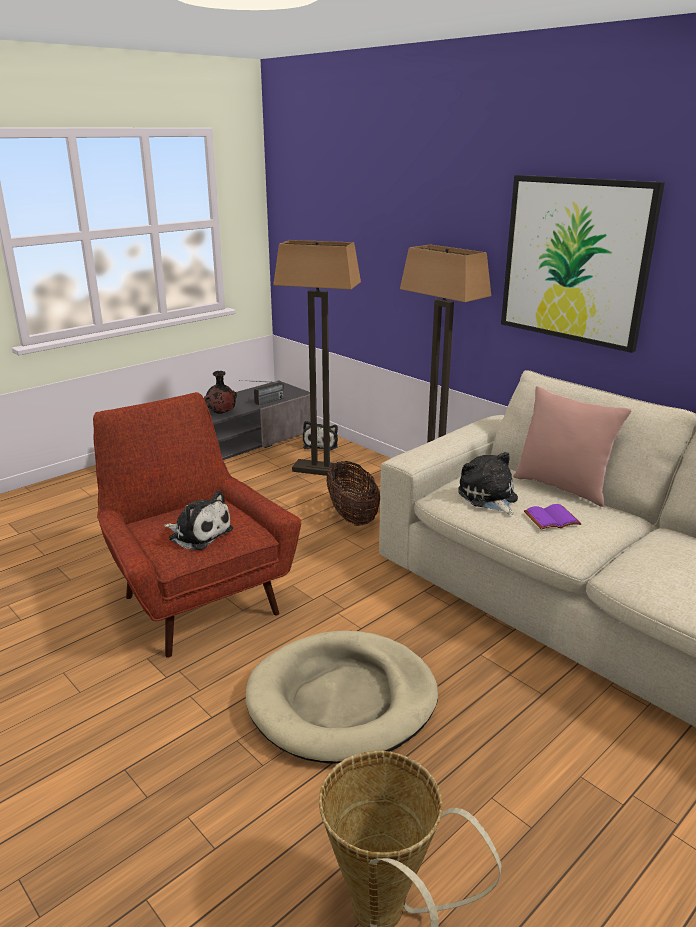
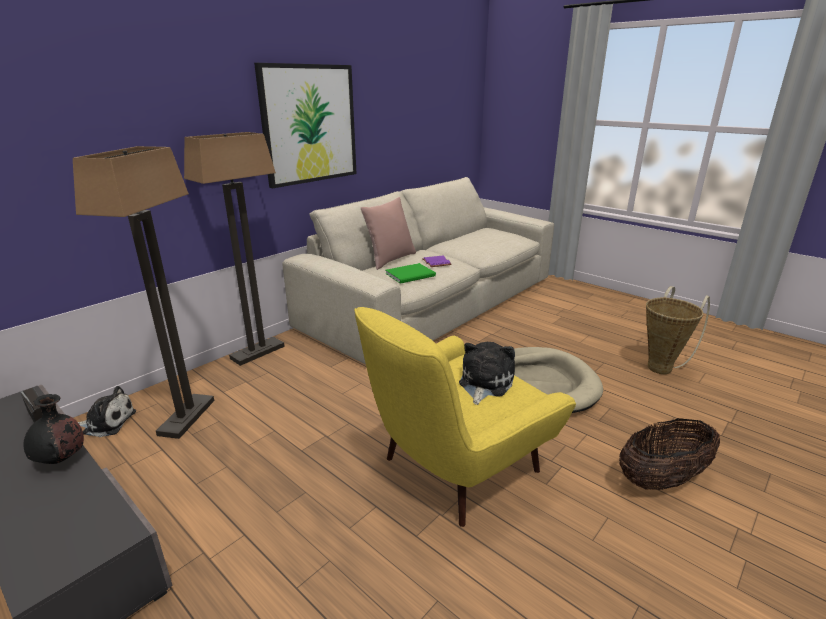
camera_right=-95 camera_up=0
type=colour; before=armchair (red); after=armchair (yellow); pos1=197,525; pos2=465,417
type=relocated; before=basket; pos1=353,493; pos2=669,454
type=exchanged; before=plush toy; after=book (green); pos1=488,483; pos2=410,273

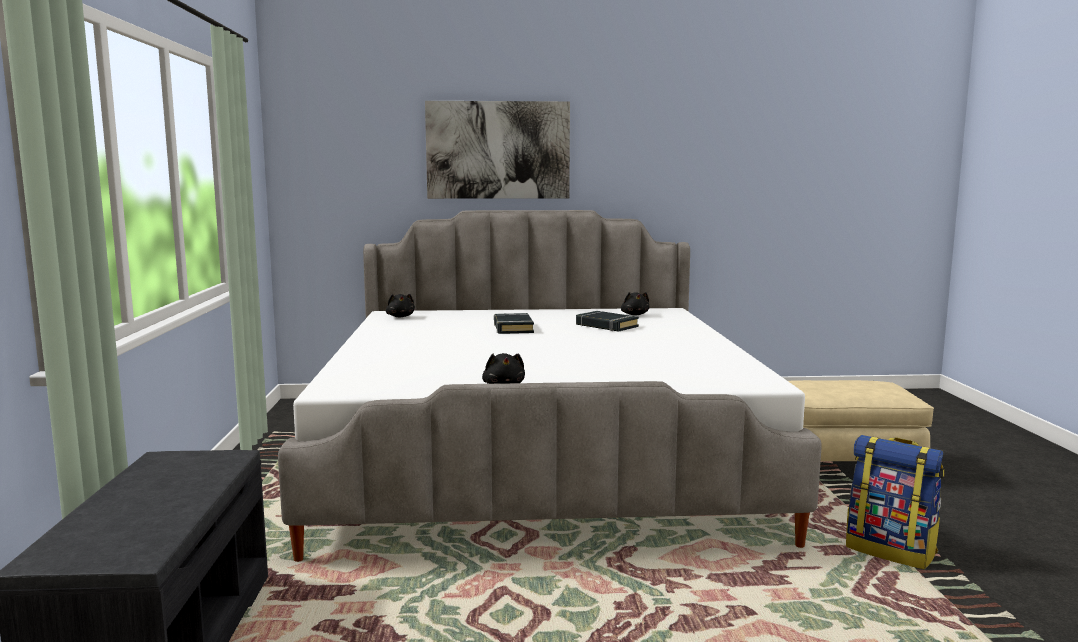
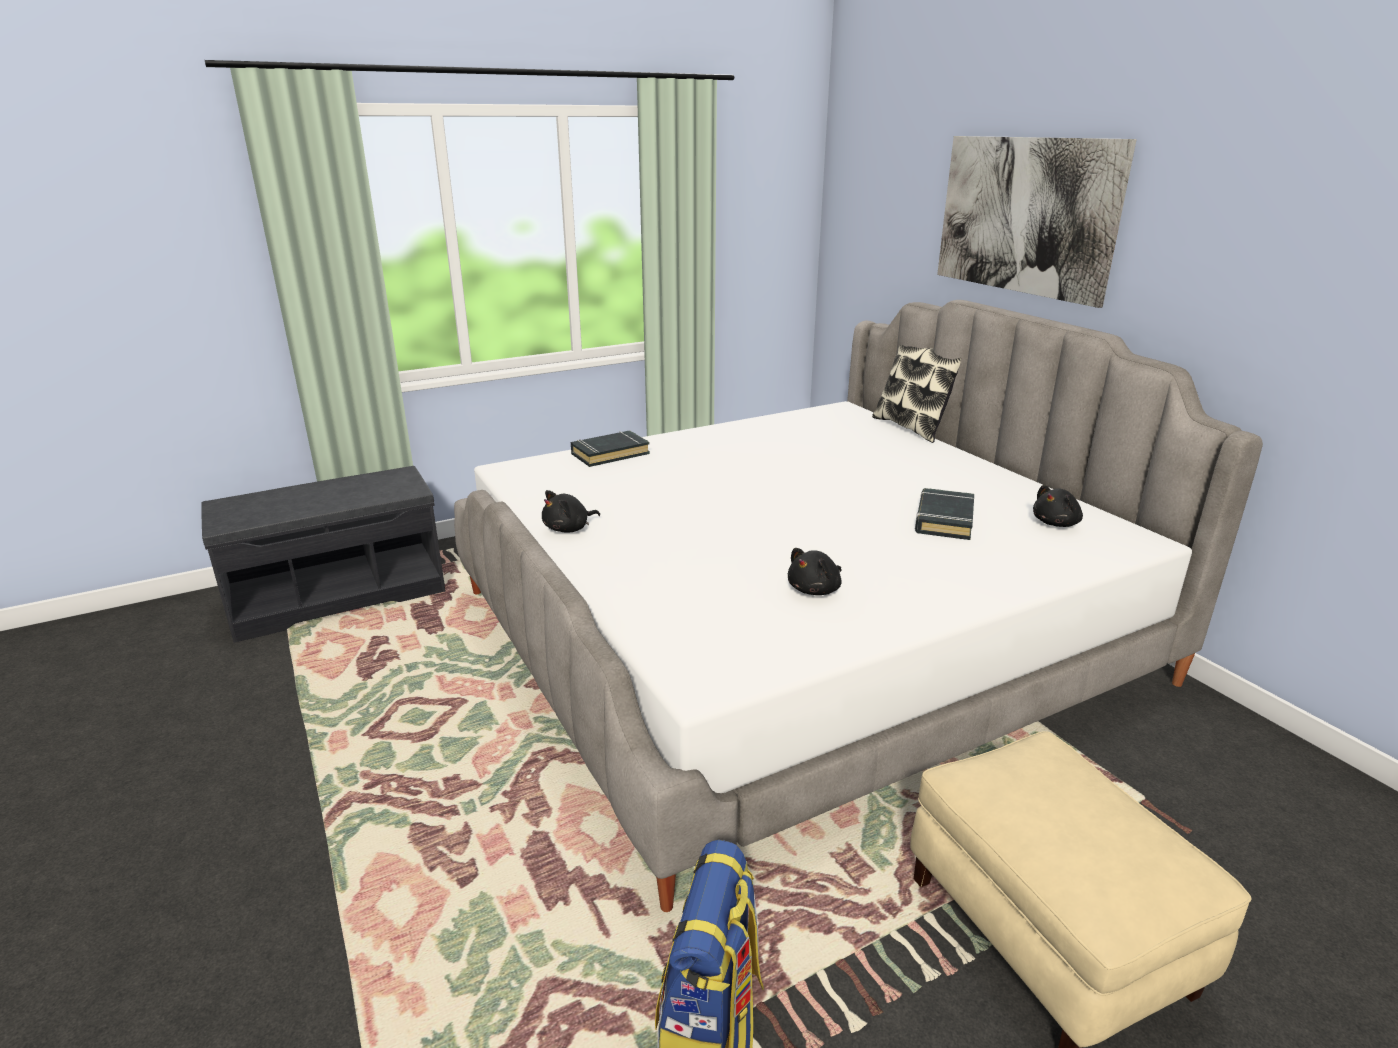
camera_right=65 camera_up=15
type=relocated; before=plush toy (black); pos1=400,305; pos2=815,571
type=relocated; before=book (black); pos1=514,323; pos2=610,448
type=appeared; after=pillow; pos2=916,394

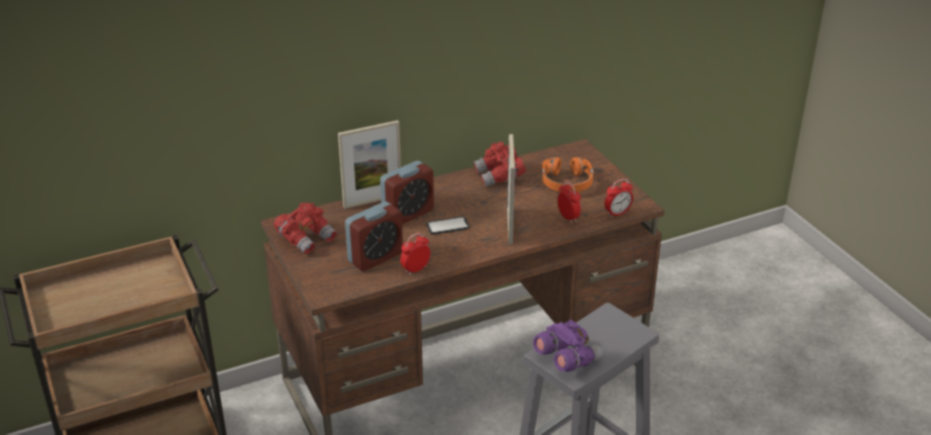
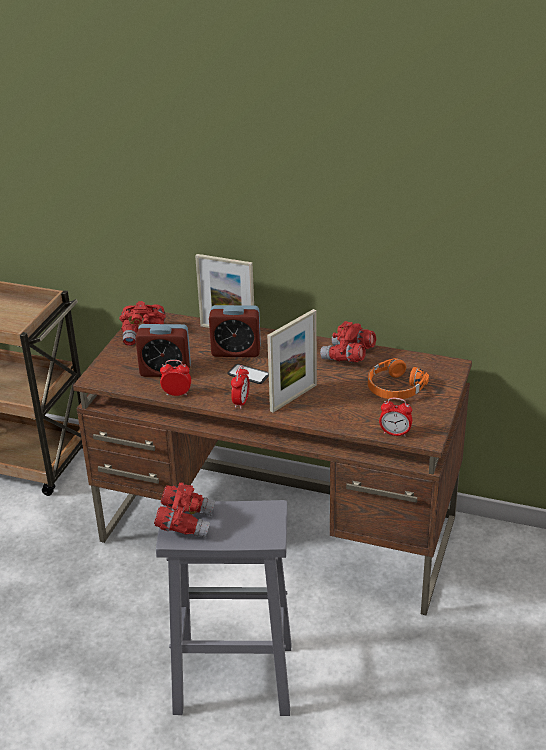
camera_right=45 camera_up=0
type=colour; before=binoculars (purple); after=binoculars (red); pos1=568,346; pos2=184,510
type=relocated; before=alarm clock; pos1=569,202; pos2=240,387

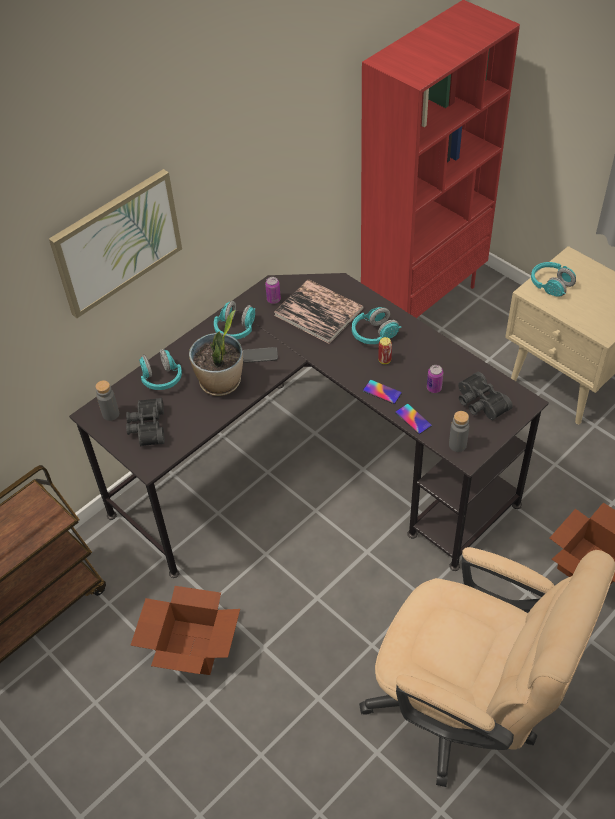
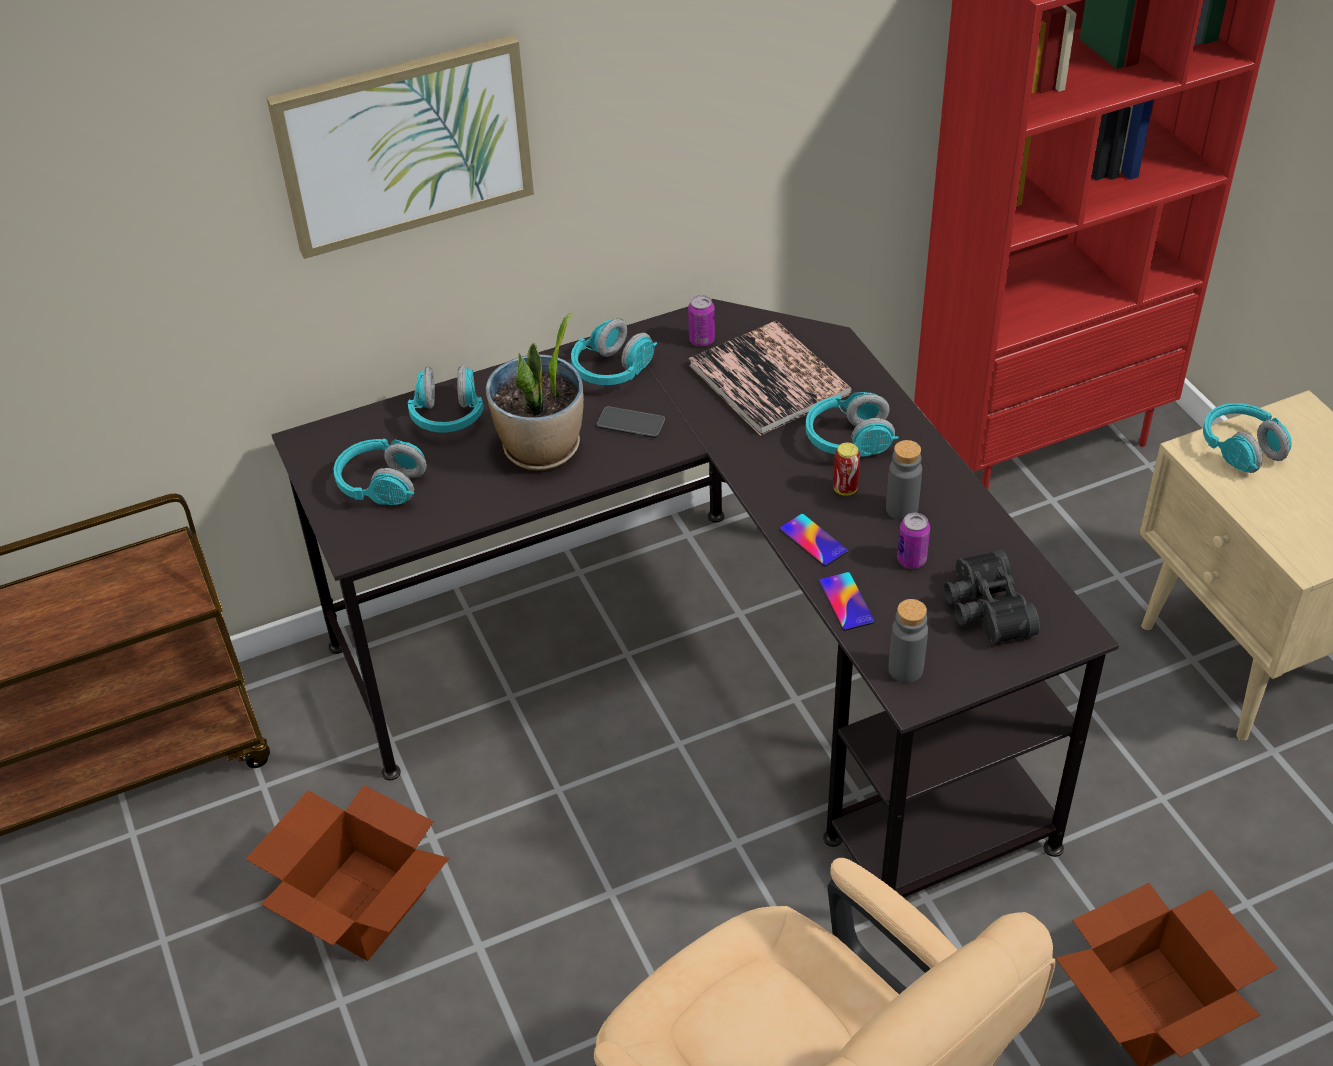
camera_right=20 camera_up=-5
type=relocated; before=bottle (grey); pos1=107,400; pos2=904,480
type=exchanged; before=binoculars (black); after=headphones (turquoise); pos1=145,422; pos2=380,471

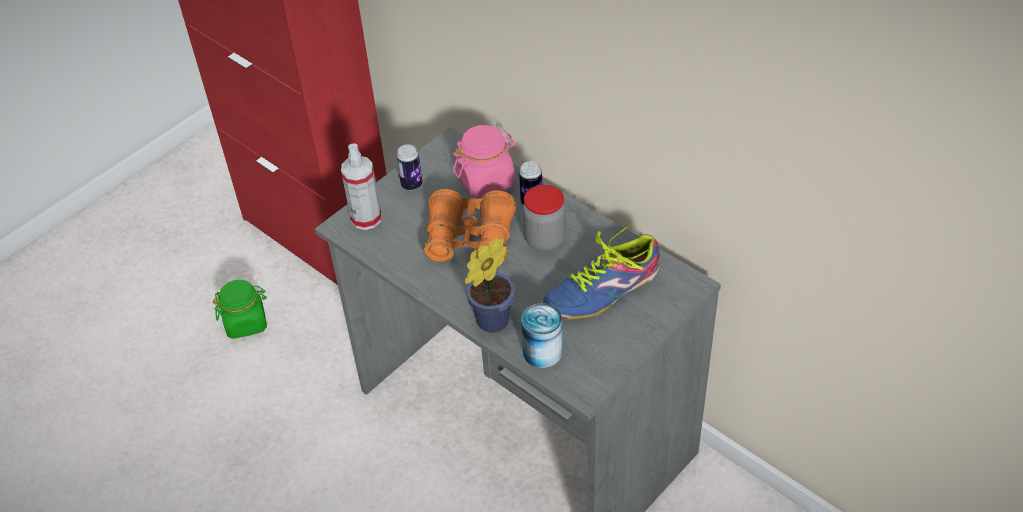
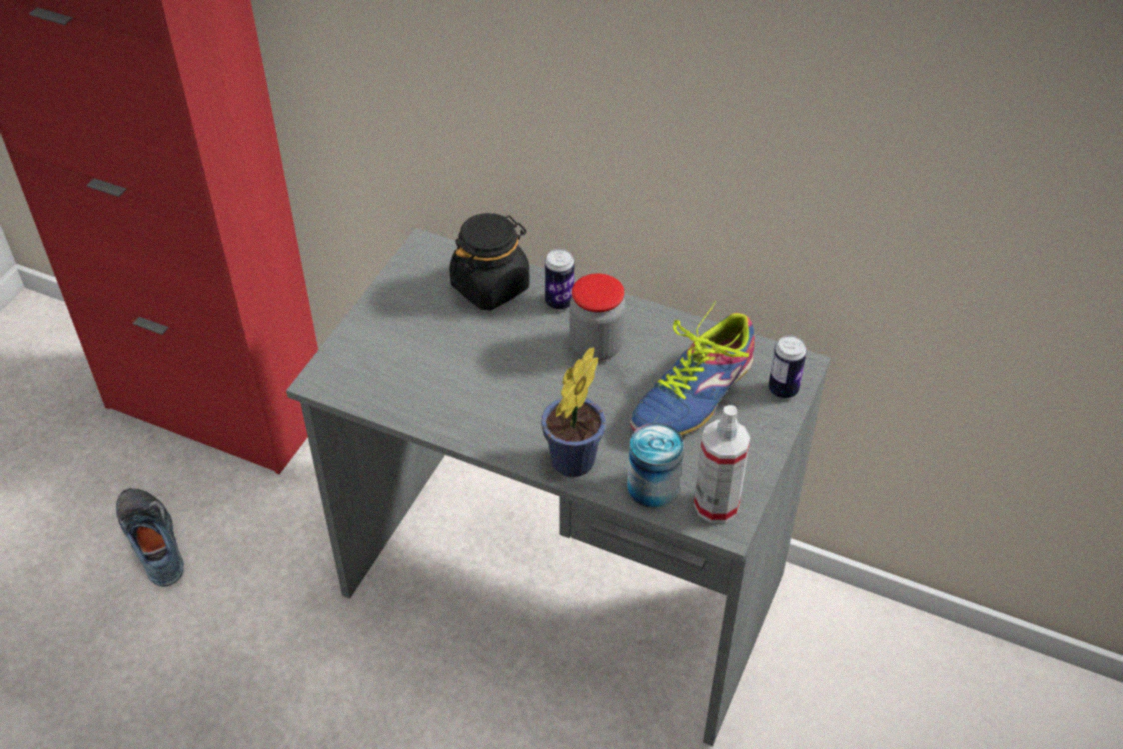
camera_right=-20 camera_up=0
type=exchanged; before=jar (green); after=shoe; pos1=240,309; pos2=150,537
type=relocated; before=spray bottle; pos1=361,186; pos2=722,464
type=relocated; before=can; pos1=409,167; pos2=788,366
type=missing; before=binoculars (orange); pos1=469,226
type=colour; before=jar (pink); after=jar (black); pos1=484,161; pos2=489,261

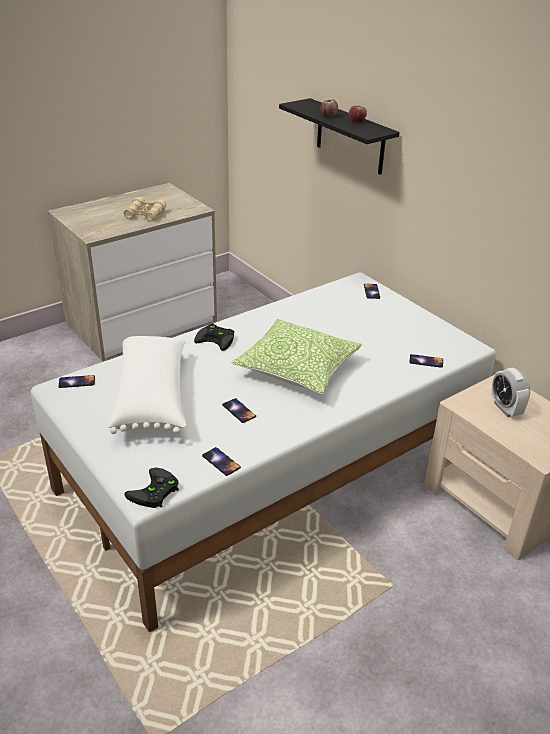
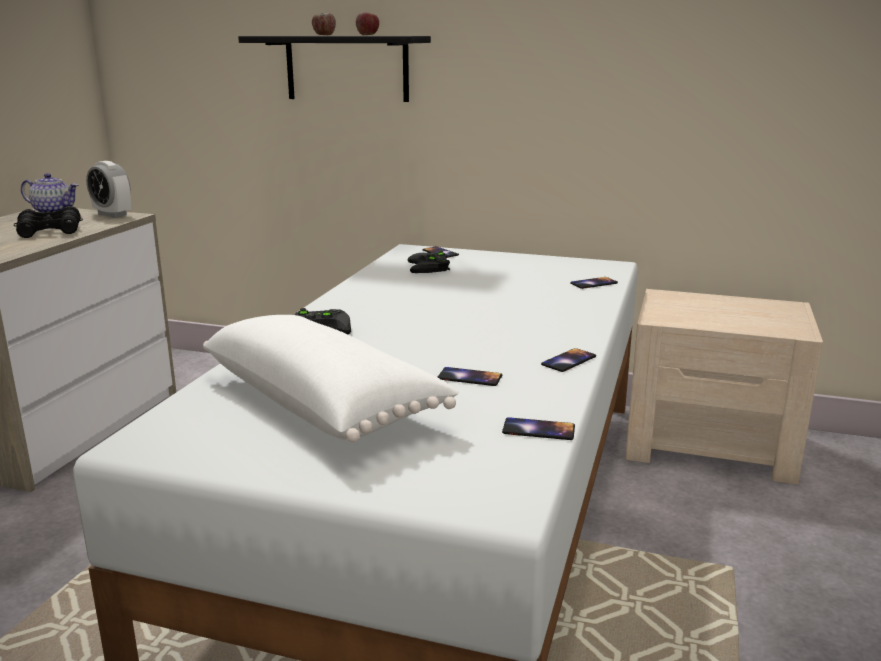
camera_right=-35 camera_up=-15
type=relocated; before=phone; pos1=76,381; pos2=568,360
type=colour; before=binoculars (beige); after=binoculars (black); pos1=145,209; pos2=48,222
type=relocated; before=game controller (black); pos1=151,488; pos2=429,262
type=missing; before=pillow; pos1=296,357
type=relocated; before=alarm clock; pos1=510,392; pos2=108,189
type=appeared; after=teapot; pos2=49,193

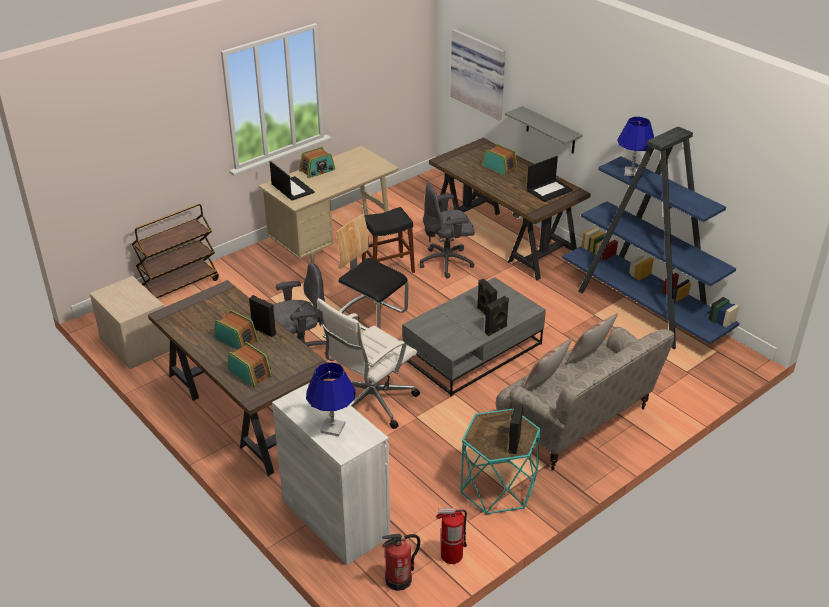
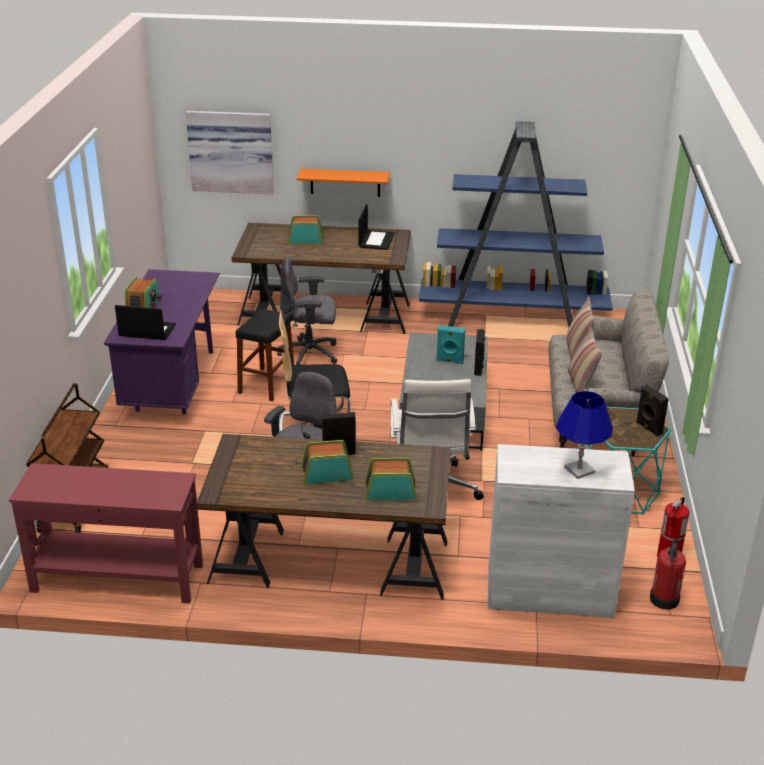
camera_right=-45 camera_up=-5
type=exchanged; before=nightstand (beige); after=console table (red); pos1=130,322; pos2=106,533
type=colour; before=desk (beige); after=desk (purple); pos1=329,204; pos2=162,341
type=spun; before=office chair (grey); pos1=447,230; pos2=307,311; turn=60
type=colour; before=speaker (black); after=speaker (turquoise); pos1=487,297; pos2=450,344
type=colour; before=shelf (grey); after=shelf (orange); pos1=544,130; pos2=343,183
type=missing; before=table lamp (blue); pos1=635,146

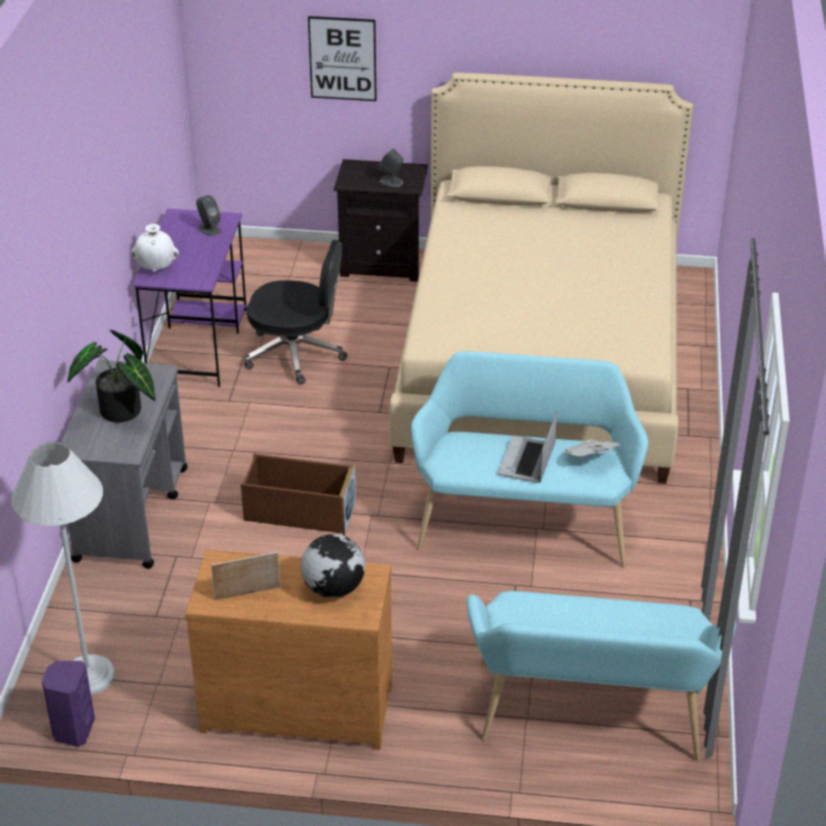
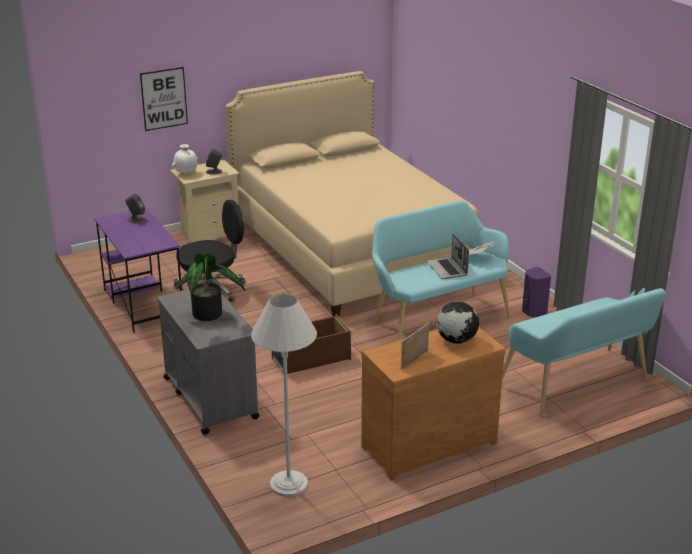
camera_right=-35 camera_up=-10
type=relocated; before=speaker (purple); pos1=68,704; pos2=536,292
type=relocated; before=vase (white); pos1=155,247; pos2=185,159
type=colour; before=nightstand (black); after=nightstand (beige); pos1=381,220; pos2=204,201

